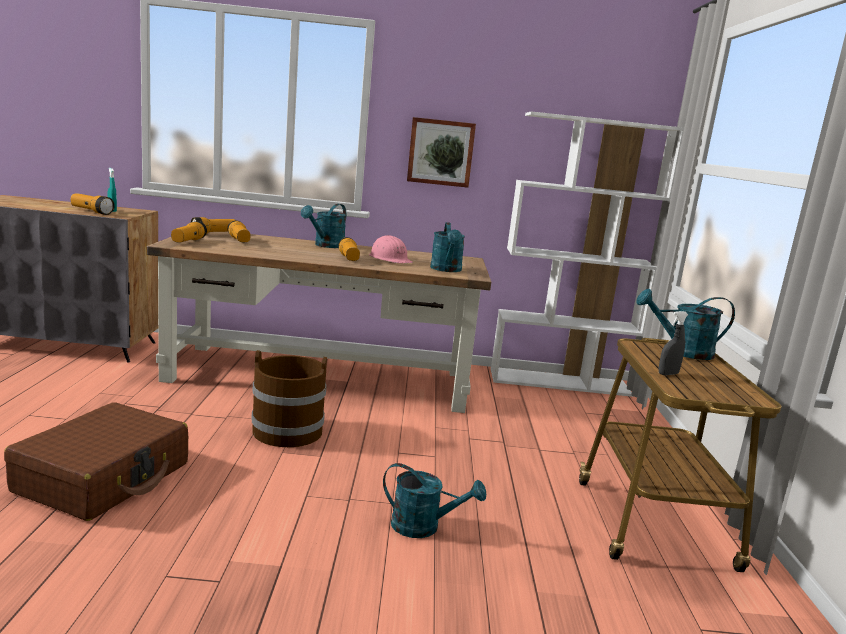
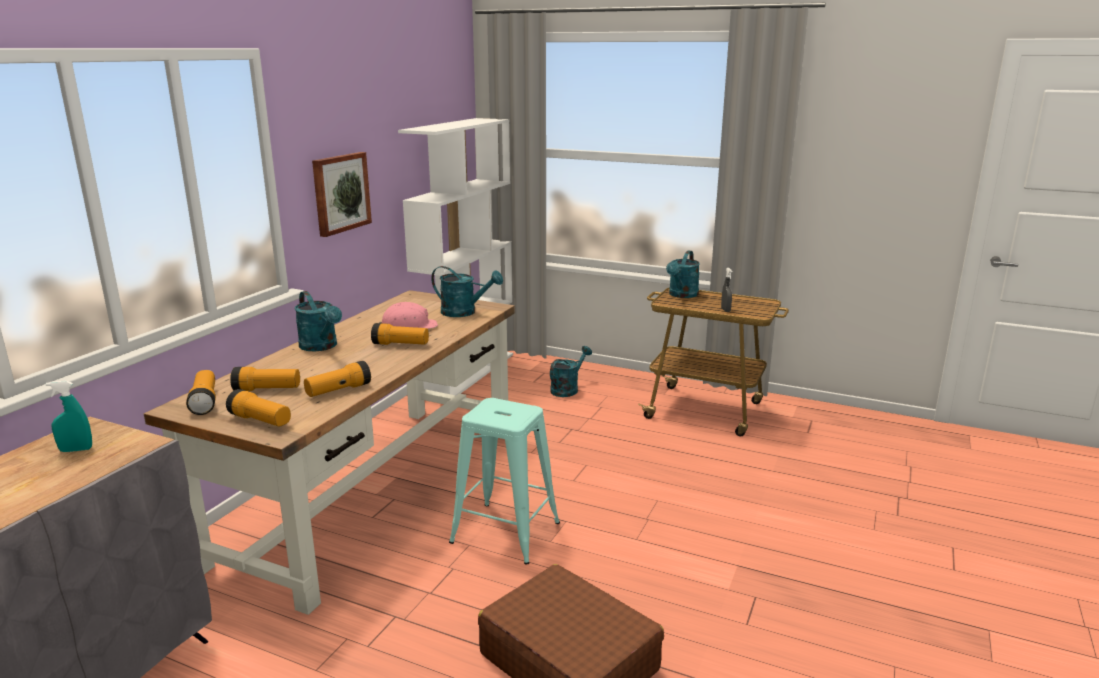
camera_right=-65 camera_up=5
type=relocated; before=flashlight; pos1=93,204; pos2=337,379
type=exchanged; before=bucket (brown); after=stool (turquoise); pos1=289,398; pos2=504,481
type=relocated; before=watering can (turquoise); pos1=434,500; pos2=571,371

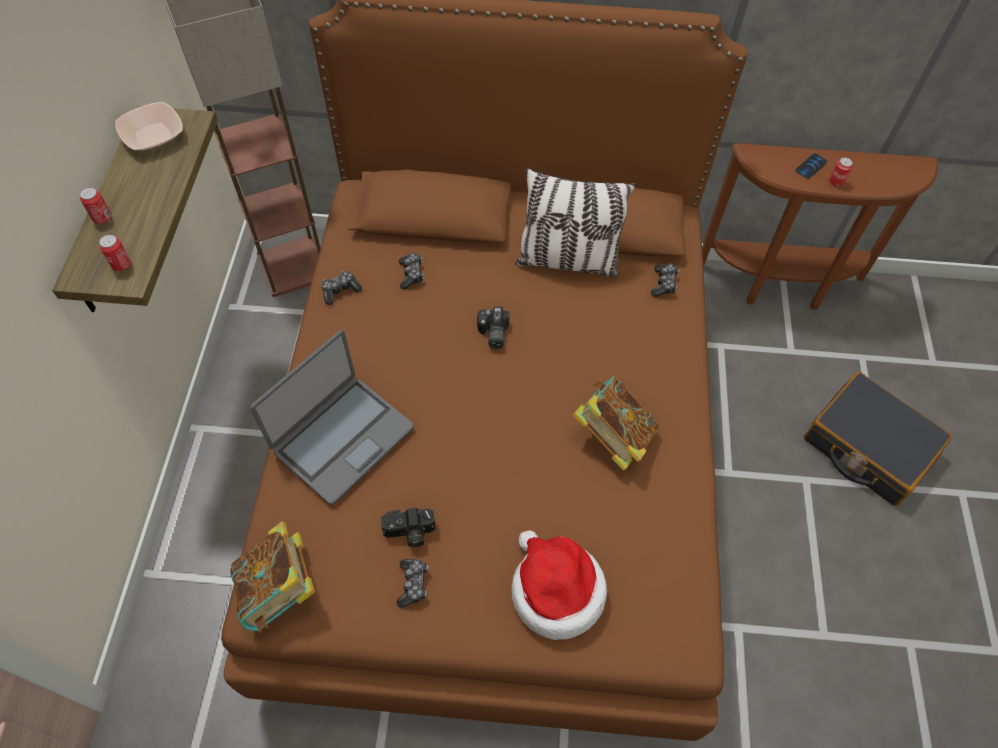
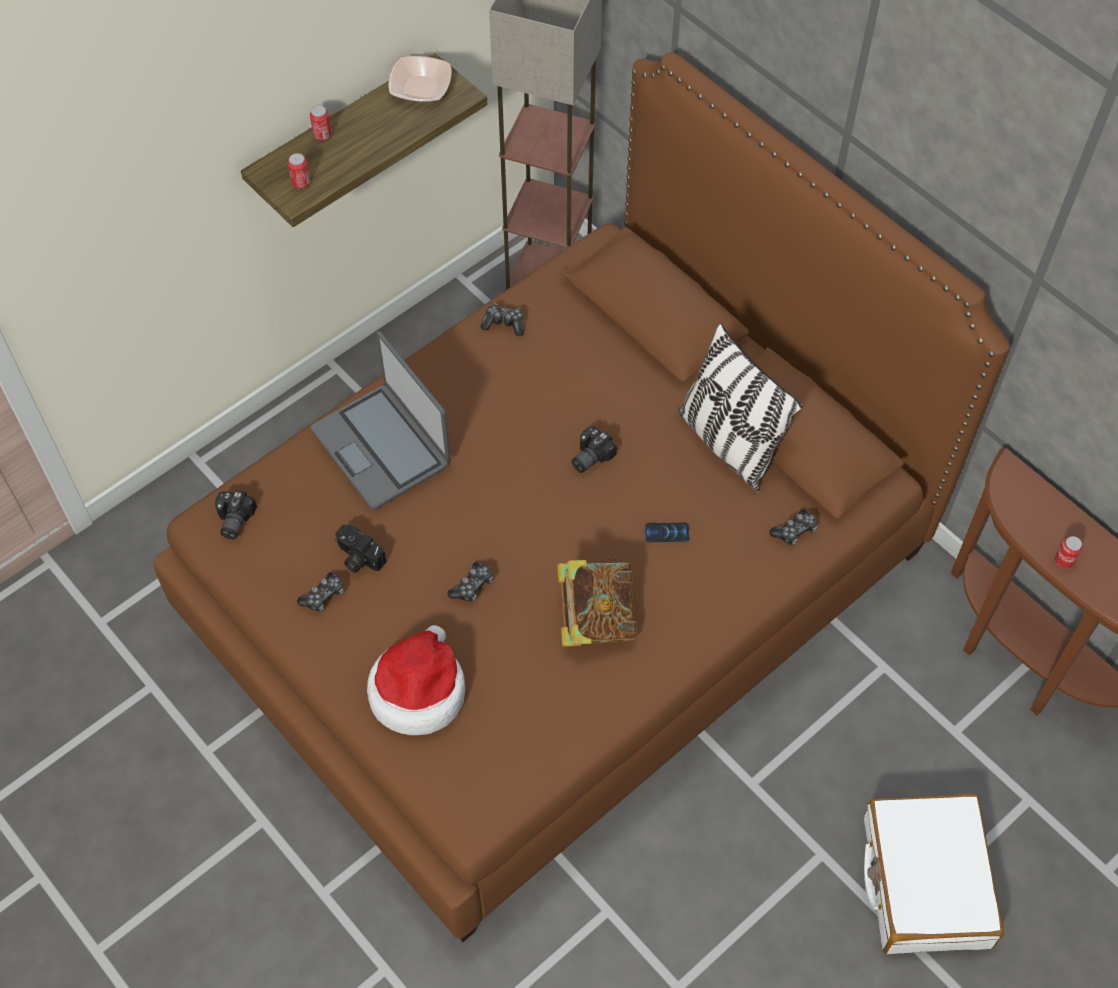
camera_right=45 camera_up=0
type=exchanged; before=book; after=photo camera; pos1=272,577; pos2=236,515
type=spun; before=laptop; pos1=332,417; pos2=380,420; turn=60
type=relocated; before=game controller; pos1=411,271; pos2=470,582
type=relocated; before=phone; pos1=811,166; pos2=667,532
type=colour; before=suitcase (black); after=suitcase (white); pos1=878,438; pos2=934,874

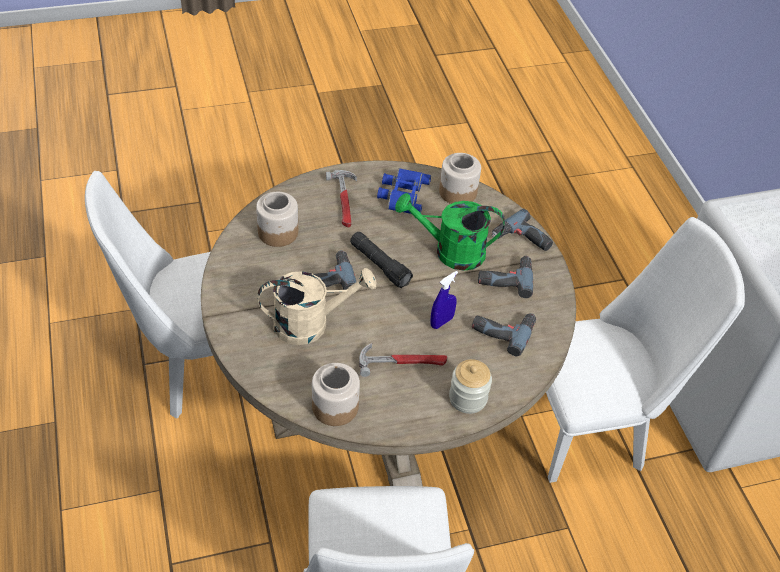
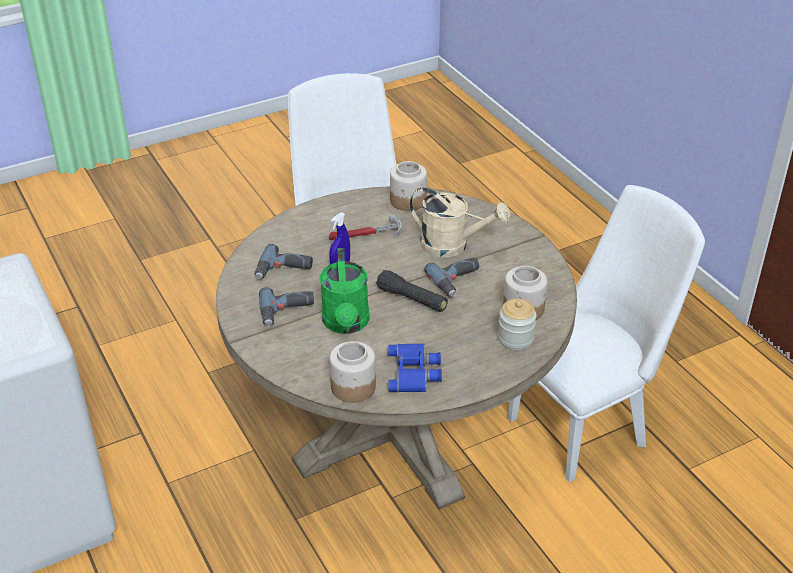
camera_right=170 camera_up=-10
type=spun; before=watering can (beige); pos1=317,306; pos2=459,222; turn=-135
type=missing; before=hammer; pos1=341,198
type=spun; before=watering can (green); pos1=450,232; pos2=345,291; turn=90
type=relocated; before=jar; pos1=470,386; pos2=517,324
type=missing; before=power drill; pos1=522,230
type=missing; before=chair (white); pos1=645,350

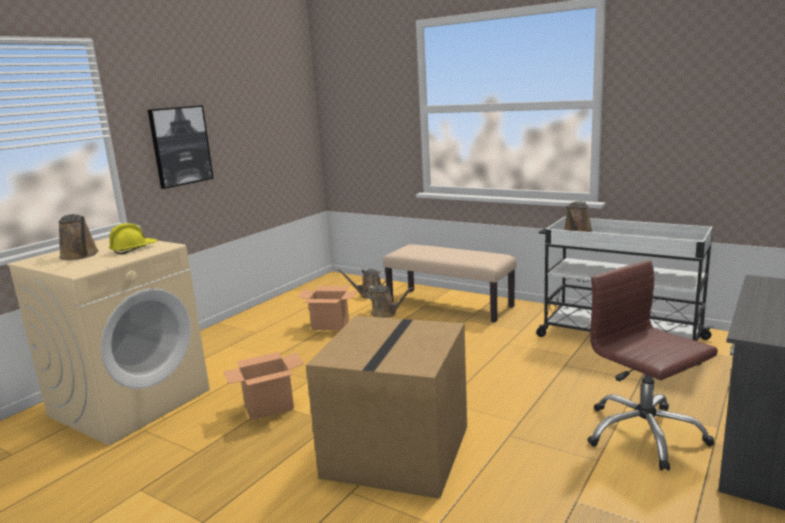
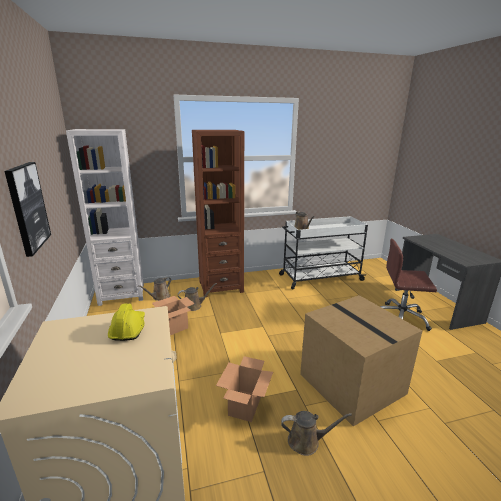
camera_right=-50 camera_up=5
type=relocated; before=watering can (brown); pos1=78,237; pos2=316,433
type=exchanged; before=bench (beige); after=bookcase (brown); pos1=450,283; pos2=218,213
type=appeared; after=bookcase (white); pos2=105,217

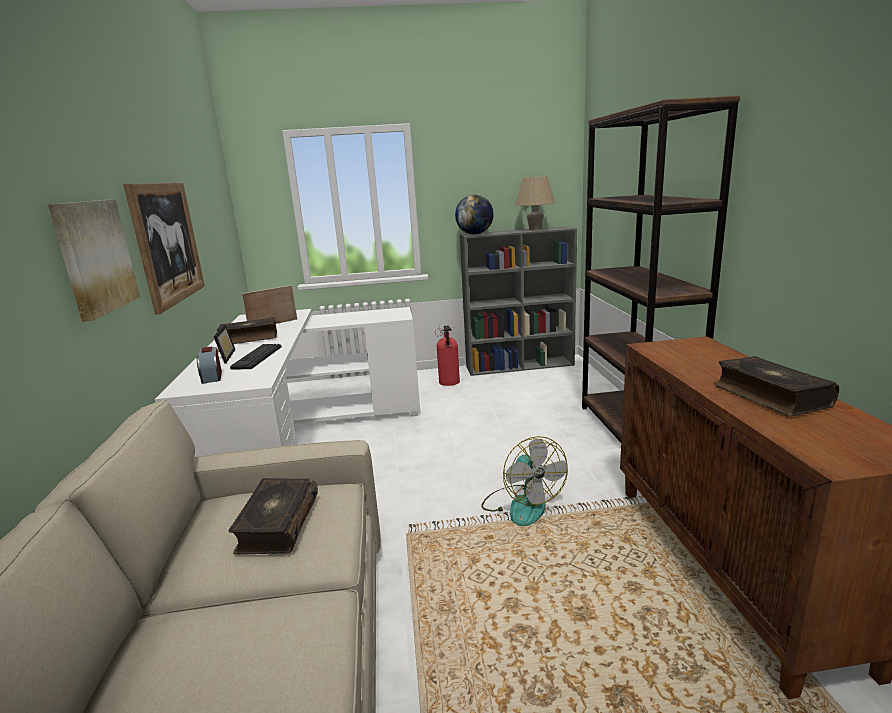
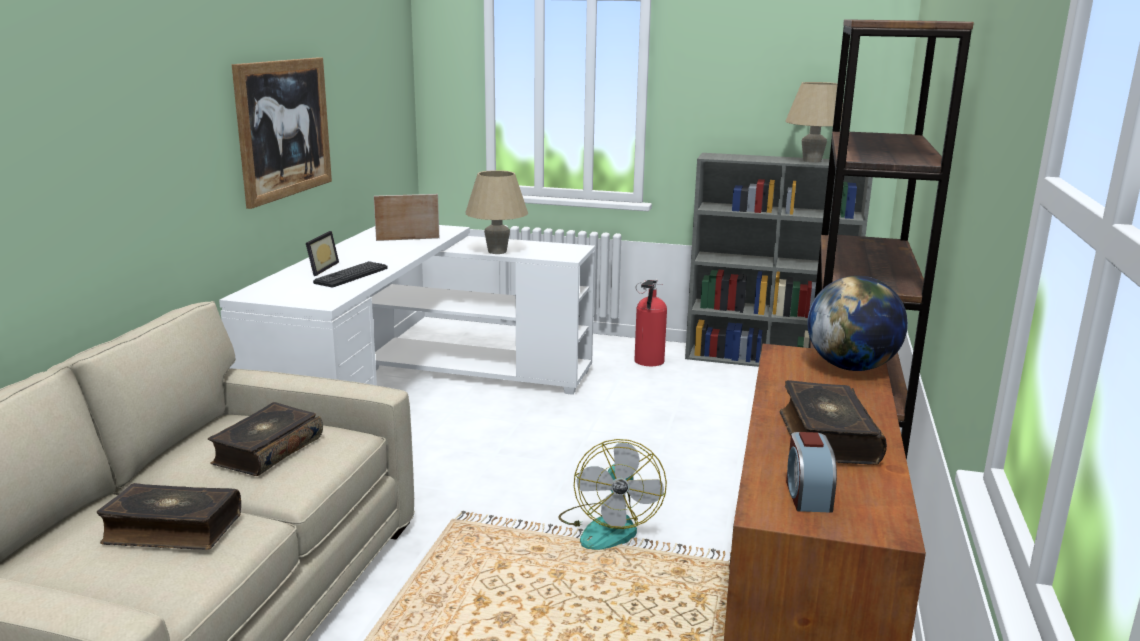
camera_right=20 camera_up=0
type=missing; before=picture; pos1=94,260
type=relocated; before=alarm clock; pos1=209,365; pos2=811,472
type=relocated; before=book; pos1=247,330; pos2=169,516
type=relocated; before=globe; pos1=474,214; pos2=857,323
type=appeared; after=table lamp (beige); pos2=496,212

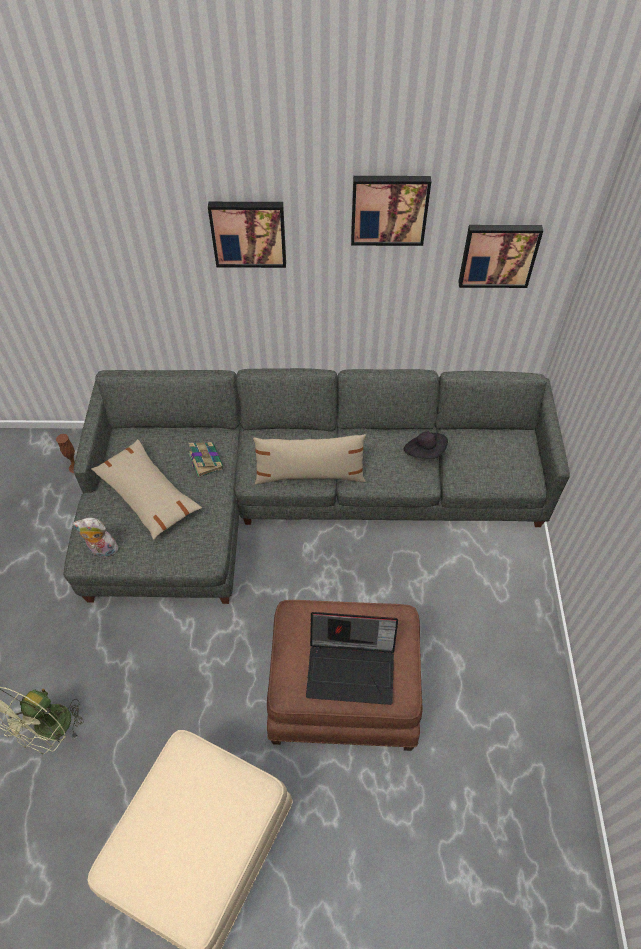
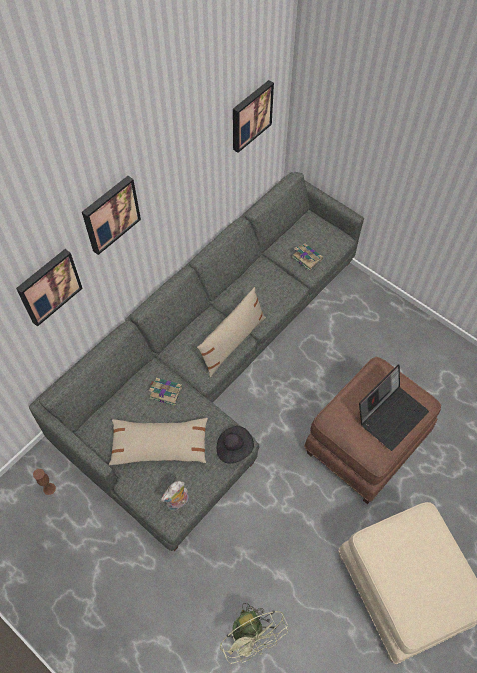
camera_right=-50 camera_up=5
type=relocated; before=picture; pos1=391,211; pos2=49,288
type=relocated; before=hat (black); pos1=426,445; pos2=235,445
type=appeared; after=book; pos2=307,257

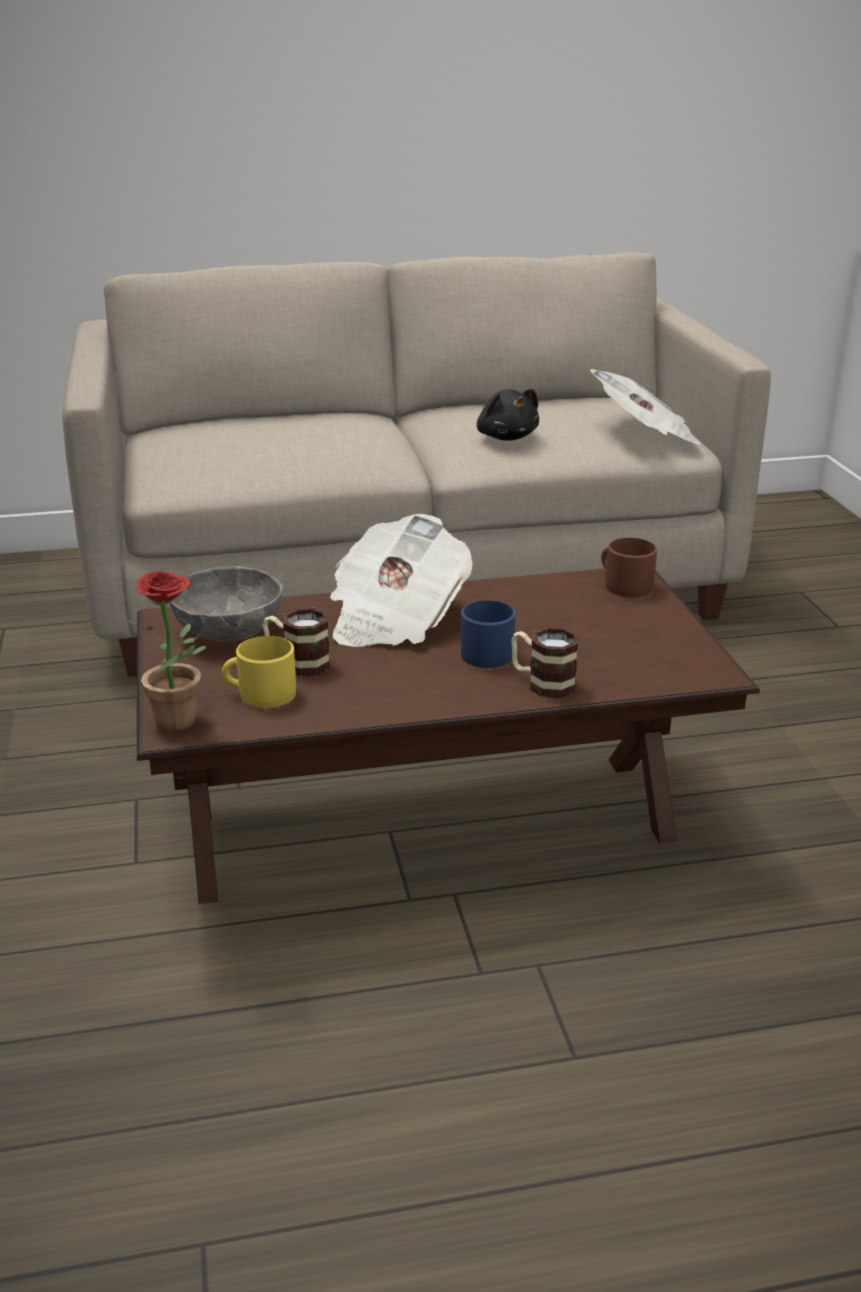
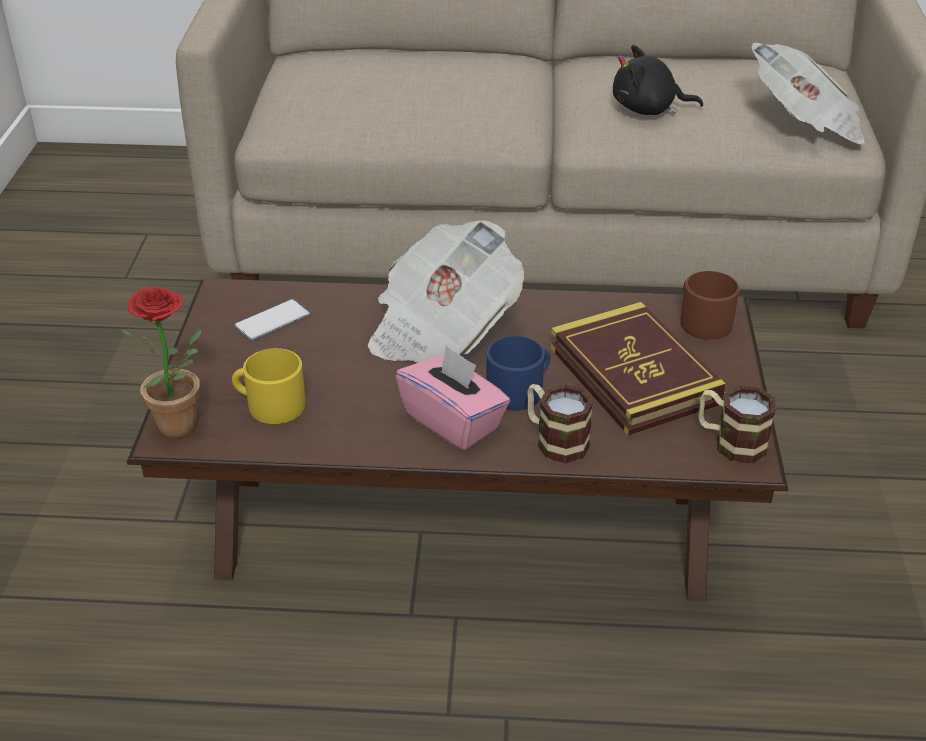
camera_right=15 camera_up=10
type=exchanged; before=bowl (grey); after=phone; pos1=226,604; pos2=273,319
type=relocated; before=mug; pos1=296,642; pos2=737,425
type=spun; before=plush toy (black); pos1=508,415; pos2=658,80; turn=105
type=appeared; after=tissue box (pink); pos2=452,398
type=appeared; after=book; pos2=638,369

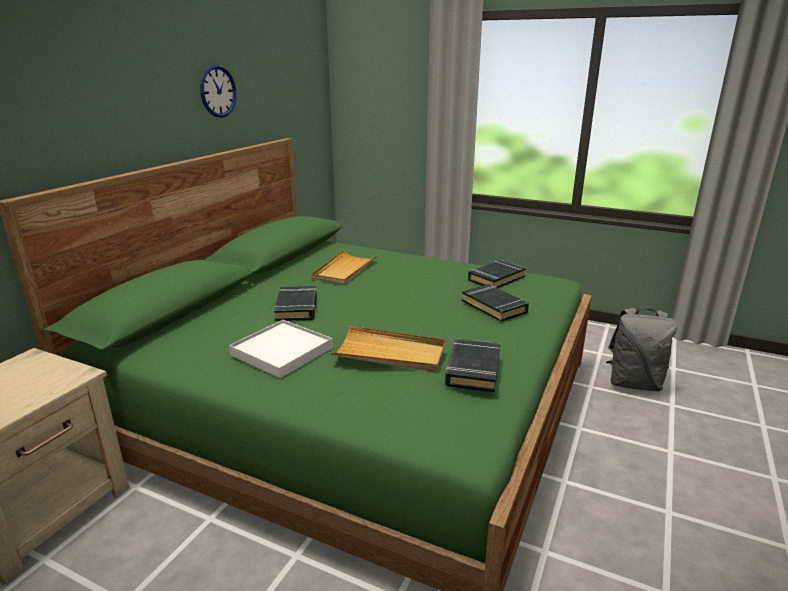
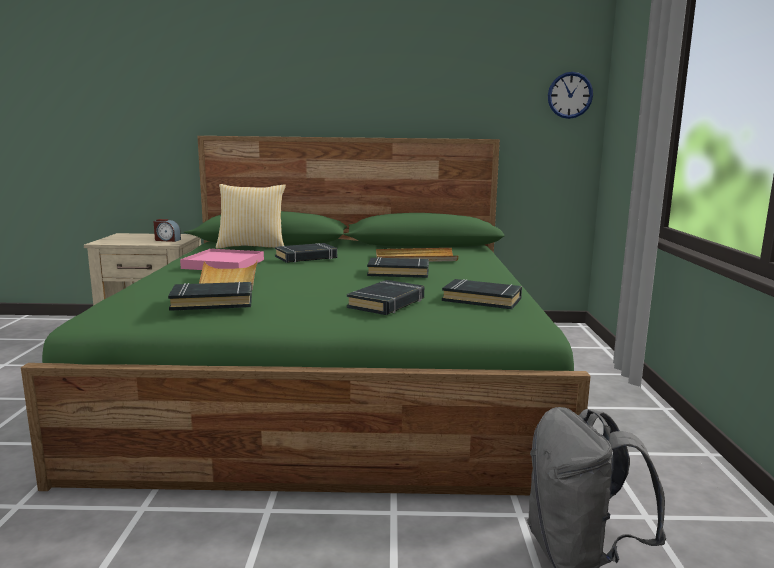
camera_right=65 camera_up=-10
type=relocated; before=wall clock; pos1=218,91; pos2=570,95
type=colour; before=tray (white); after=tray (pink); pos1=281,349; pos2=222,259
type=appeared; after=alarm clock; pos2=167,230
type=appeared; after=pillow; pos2=251,216
type=appeared; after=book (black); pos2=398,267

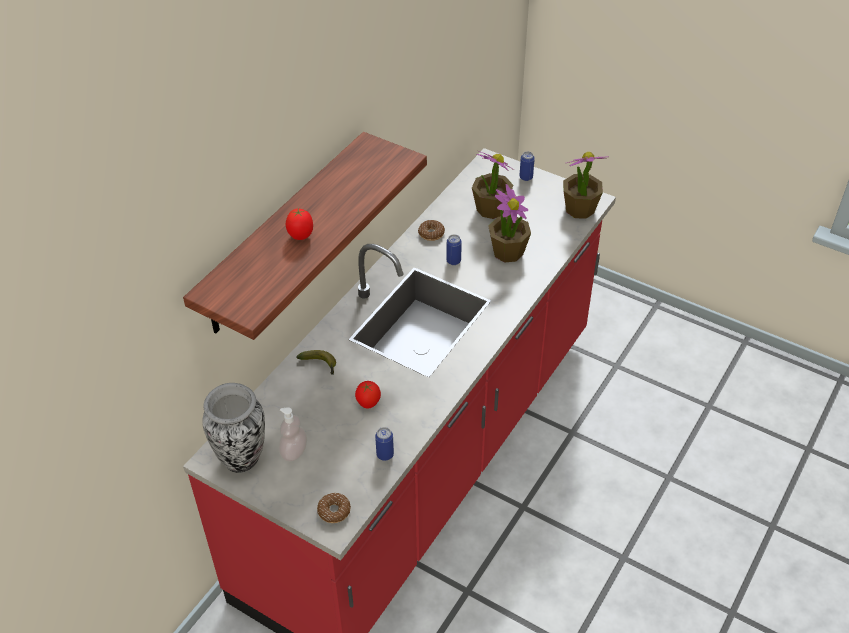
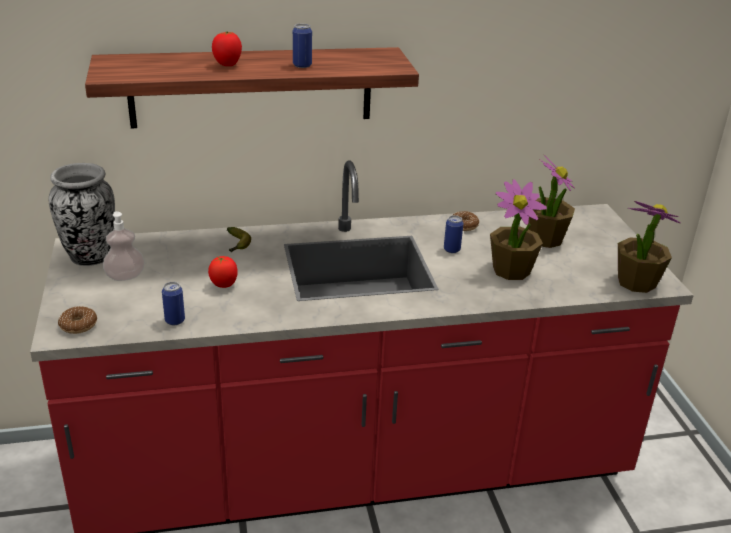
camera_right=45 camera_up=-15
type=relocated; before=can; pos1=527,166; pos2=302,45

